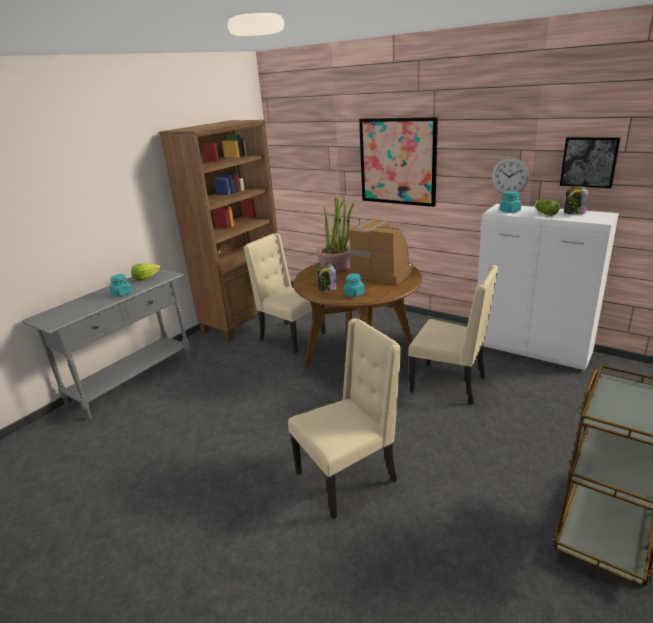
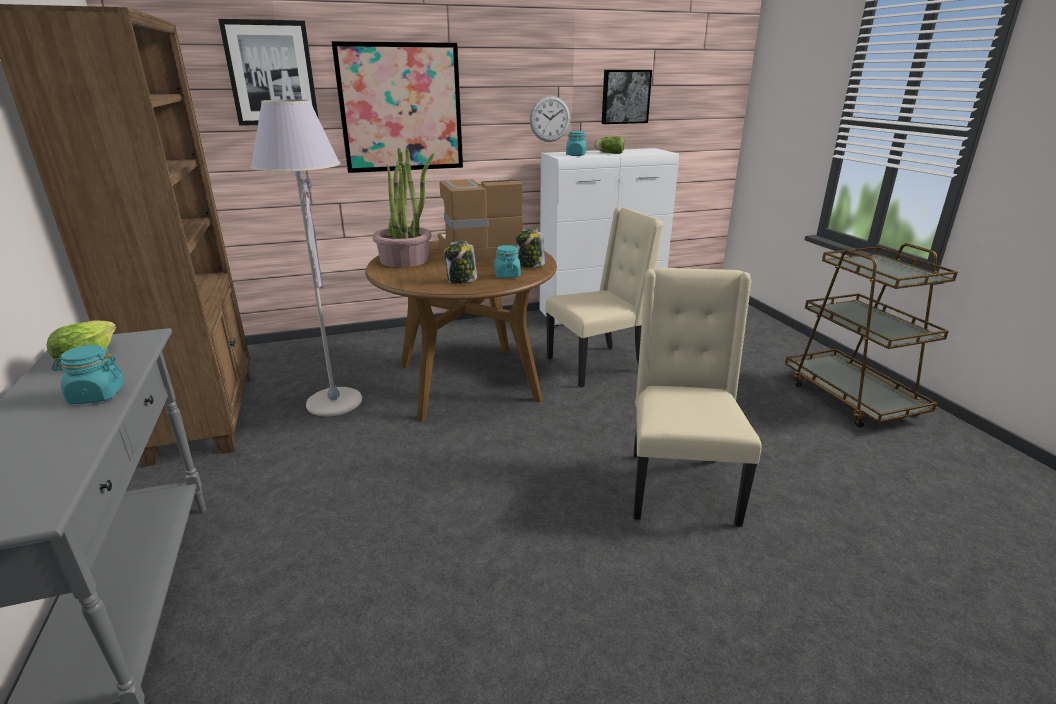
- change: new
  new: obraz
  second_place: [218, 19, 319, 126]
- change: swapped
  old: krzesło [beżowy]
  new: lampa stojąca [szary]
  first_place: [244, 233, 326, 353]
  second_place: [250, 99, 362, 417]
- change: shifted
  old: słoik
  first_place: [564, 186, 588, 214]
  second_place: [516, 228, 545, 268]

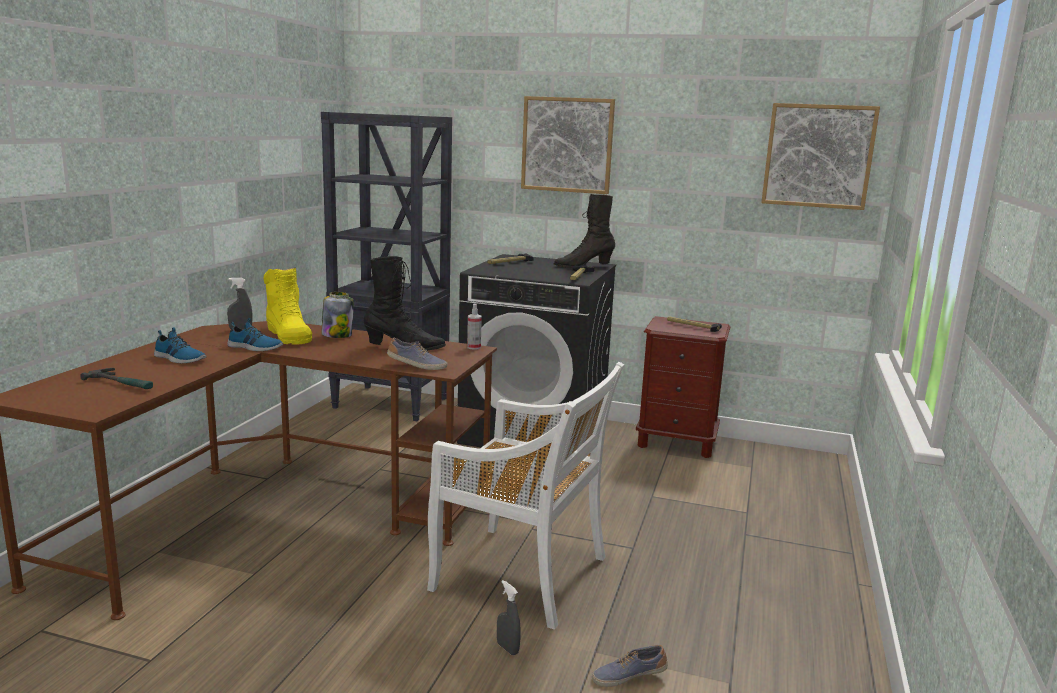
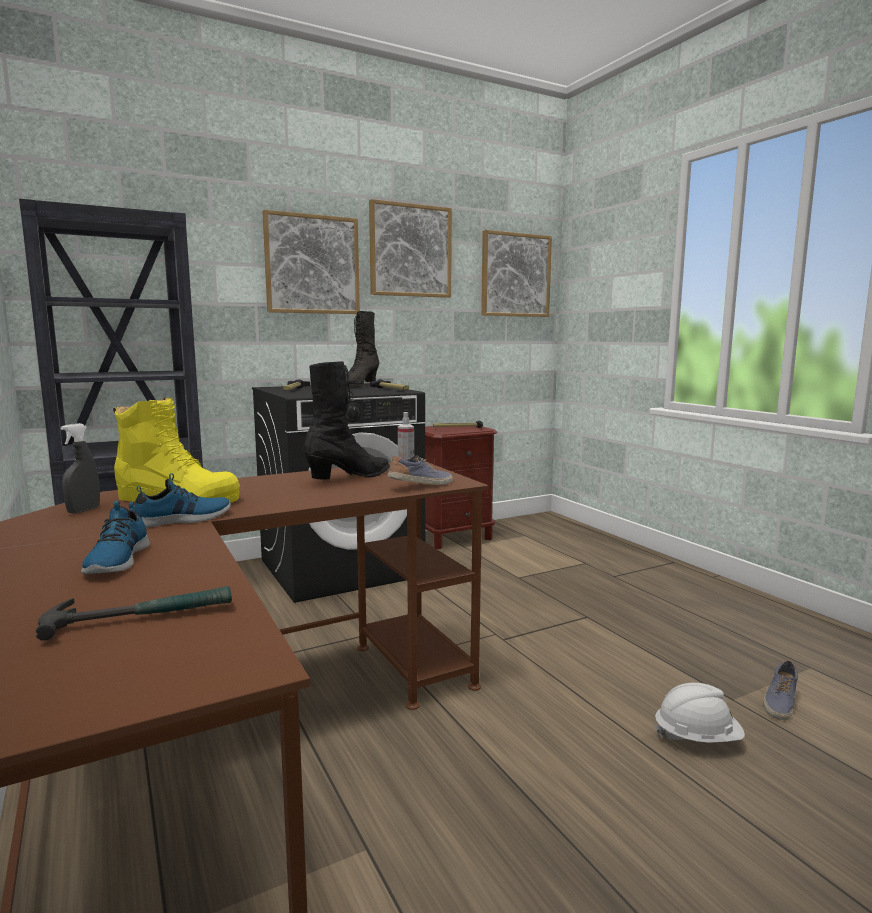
- change: rotated
  old: but
  first_place: [154, 327, 206, 363]
  second_place: [81, 501, 150, 574]
  degrees: 105
- change: new
  new: obraz
  second_place: [369, 199, 452, 298]
- change: swapped
  old: spryskiwacz [szary]
  new: kask [biały]
  first_place: [497, 580, 521, 655]
  second_place: [654, 683, 745, 743]
- change: gone
  old: słoik
  first_place: [321, 292, 354, 338]
- change: gone
  old: krzesło [biały]
  first_place: [427, 362, 624, 630]

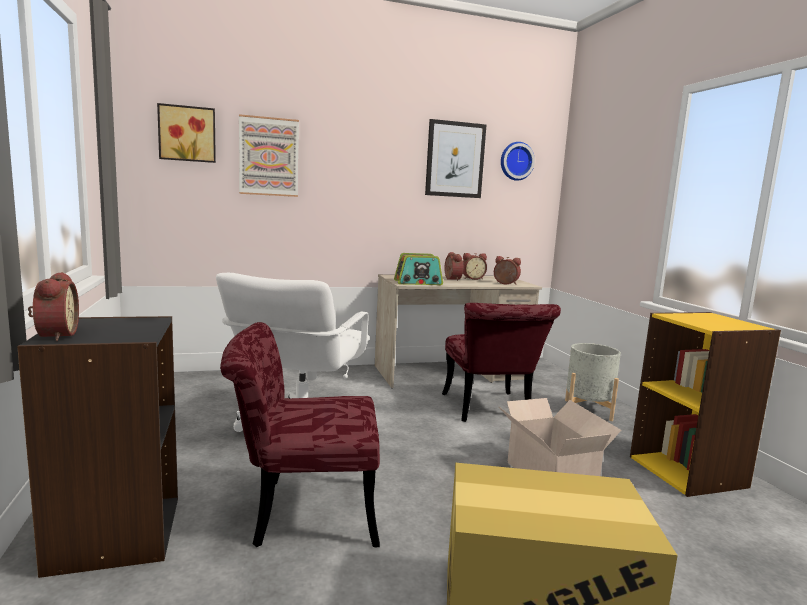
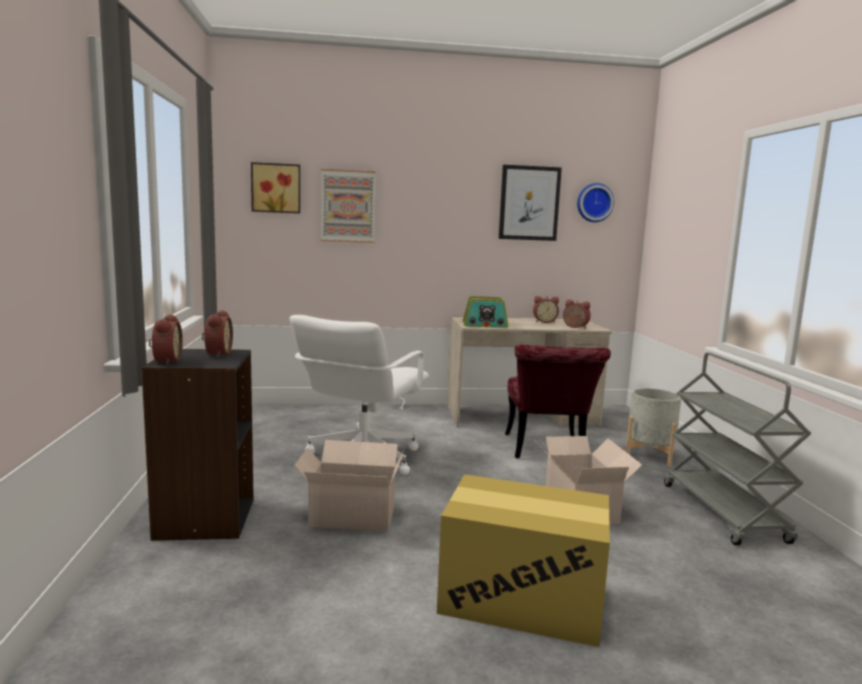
- change: shifted
  old: budzik
  first_place: [445, 252, 463, 281]
  second_place: [202, 310, 233, 357]
- change: swapped
  old: krzesło [czerwony]
  new: karton
  first_place: [220, 322, 380, 547]
  second_place: [294, 440, 404, 532]
- change: swapped
  old: regał [żółty]
  new: wózek [szary]
  first_place: [630, 312, 781, 497]
  second_place: [664, 352, 812, 545]

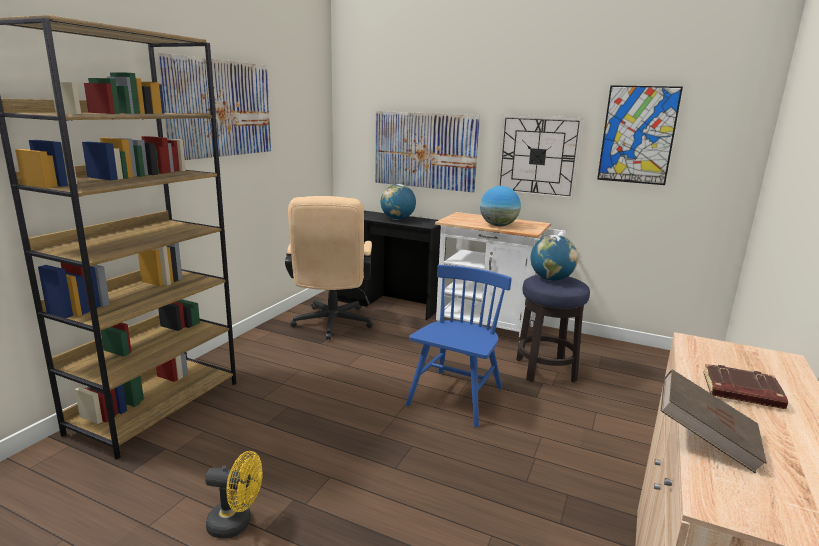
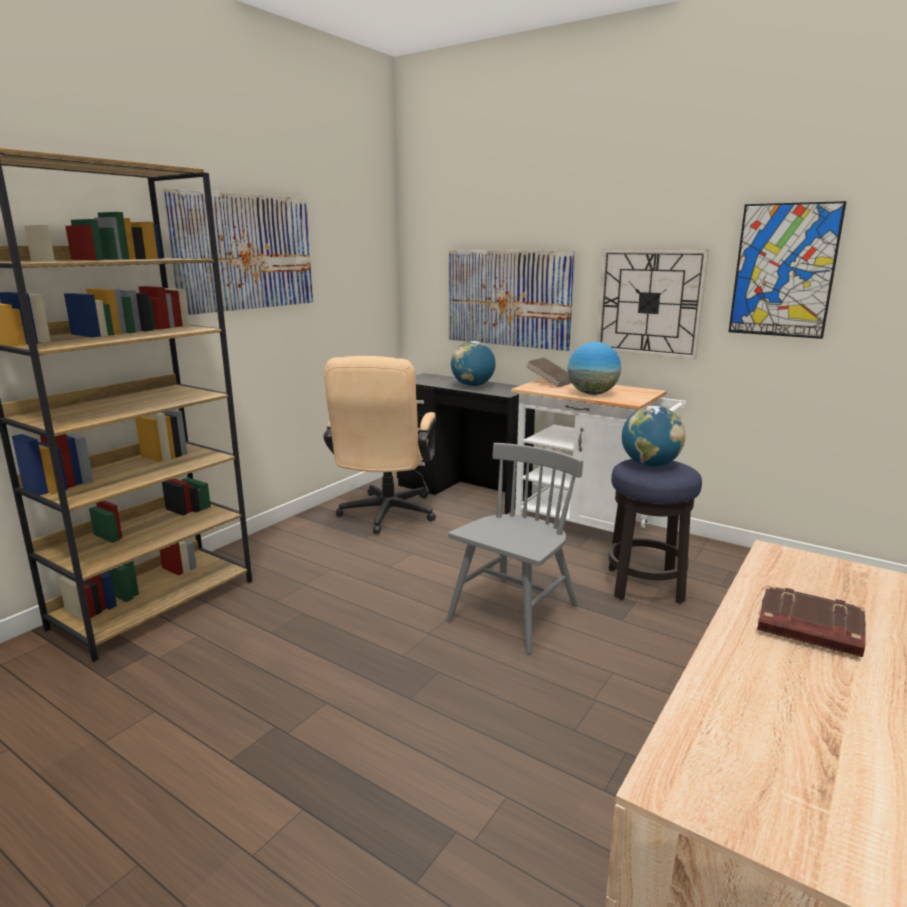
- change: repainted
  old: krzesło [niebieski]
  new: krzesło [szary]
  first_place: [406, 265, 512, 427]
  second_place: [446, 443, 583, 654]
- change: shifted
  old: książka [brązowy]
  first_place: [661, 369, 767, 474]
  second_place: [526, 357, 571, 387]
- change: gone
  old: wentylator [żółty]
  first_place: [205, 451, 263, 538]

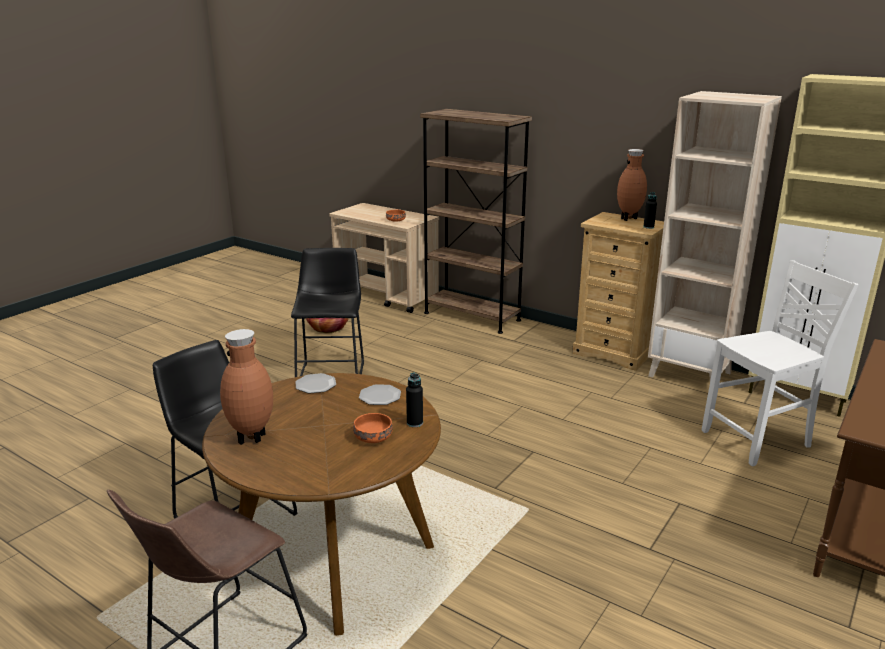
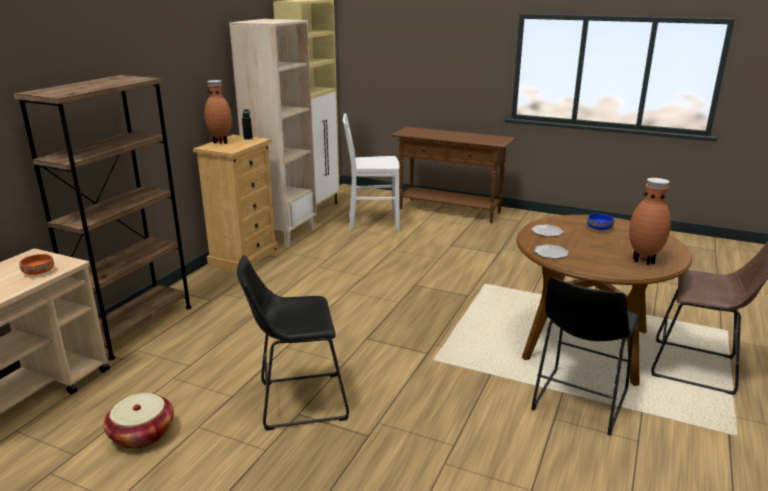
- change: rotated
  old: krzesło [biały]
  first_place: [702, 260, 859, 467]
  second_place: [343, 113, 400, 231]
  degrees: -60
- change: repainted
  old: miska [pomarańczowy]
  new: miska [niebieski]
  first_place: [353, 413, 393, 443]
  second_place: [587, 213, 614, 230]
- change: gone
  old: butelka [czarny]
  first_place: [406, 373, 423, 427]

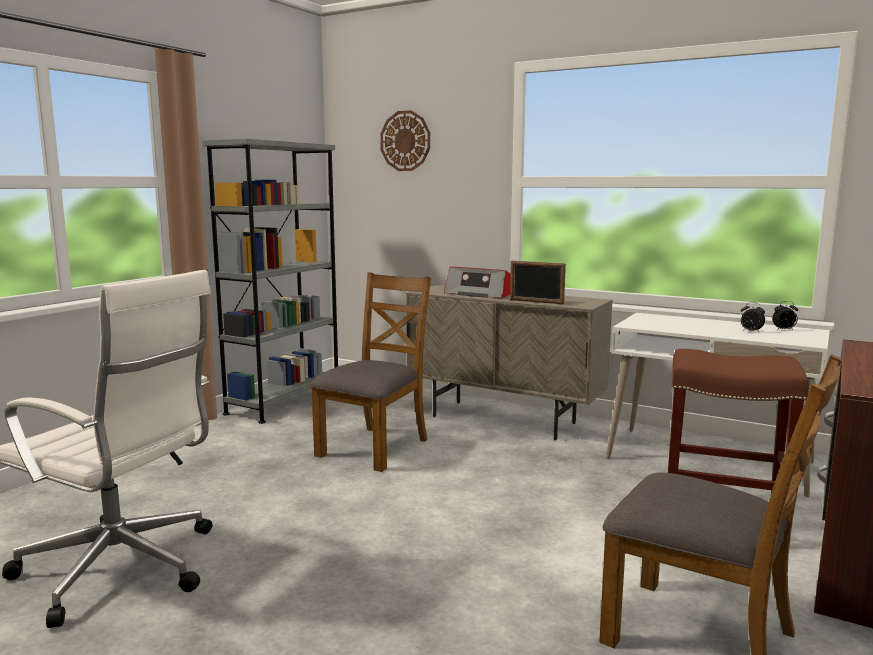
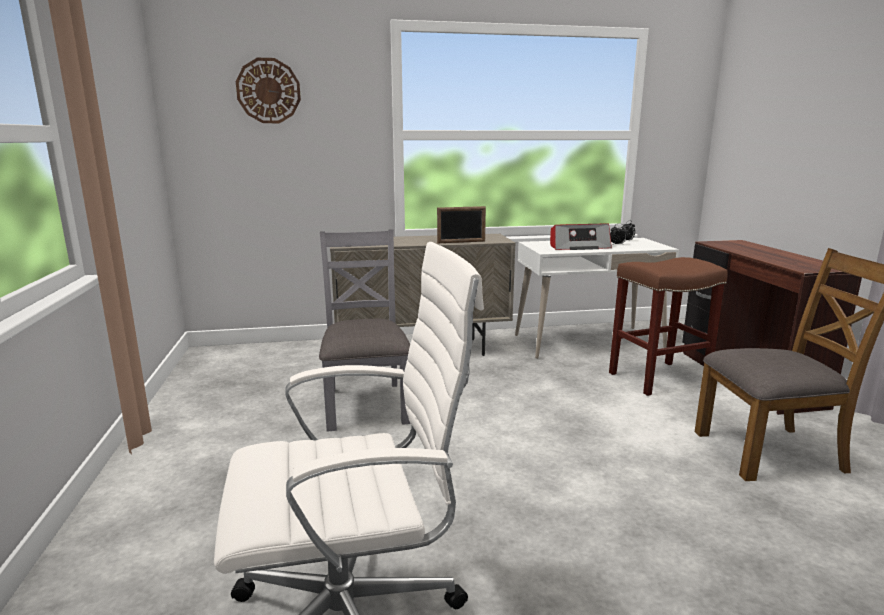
- change: repainted
  old: krzesło [brązowy]
  new: krzesło [szary]
  first_place: [310, 272, 431, 472]
  second_place: [319, 229, 411, 432]
- change: shifted
  old: radio
  first_place: [444, 266, 510, 298]
  second_place: [550, 224, 612, 250]
- change: gone
  old: regał [szary]
  first_place: [203, 139, 338, 424]

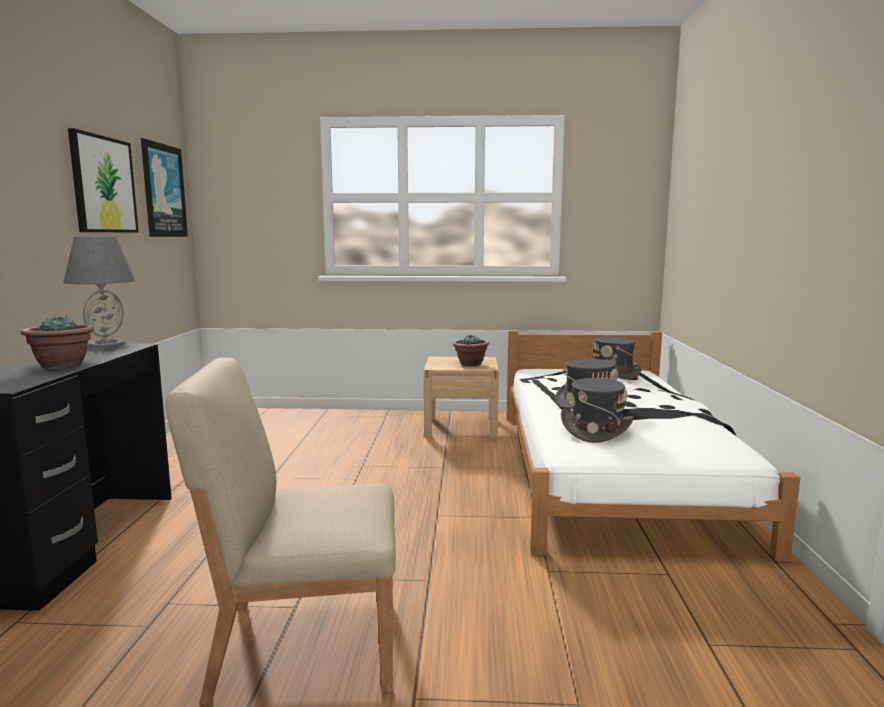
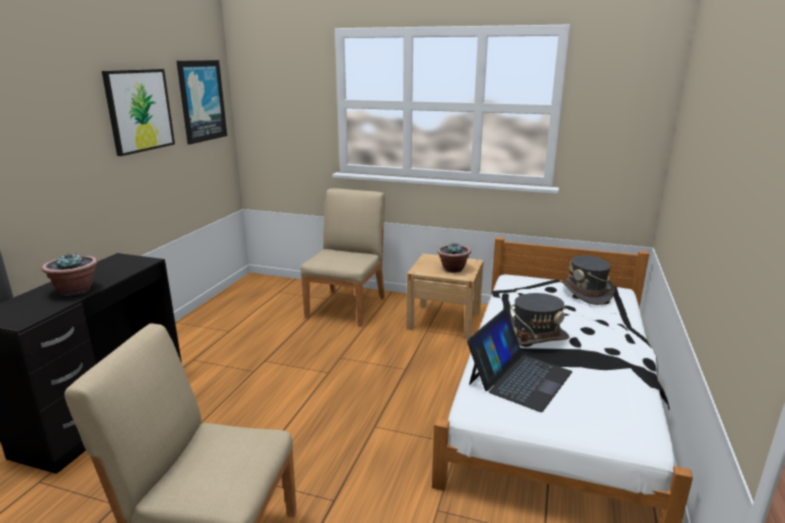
- change: new
  new: krzesło [beżowy]
  second_place: [300, 188, 385, 327]
- change: swapped
  old: kapelusz [szary]
  new: laptop
  first_place: [561, 378, 634, 443]
  second_place: [467, 309, 572, 412]
- change: gone
  old: lampa stołowa [szary]
  first_place: [63, 236, 136, 351]

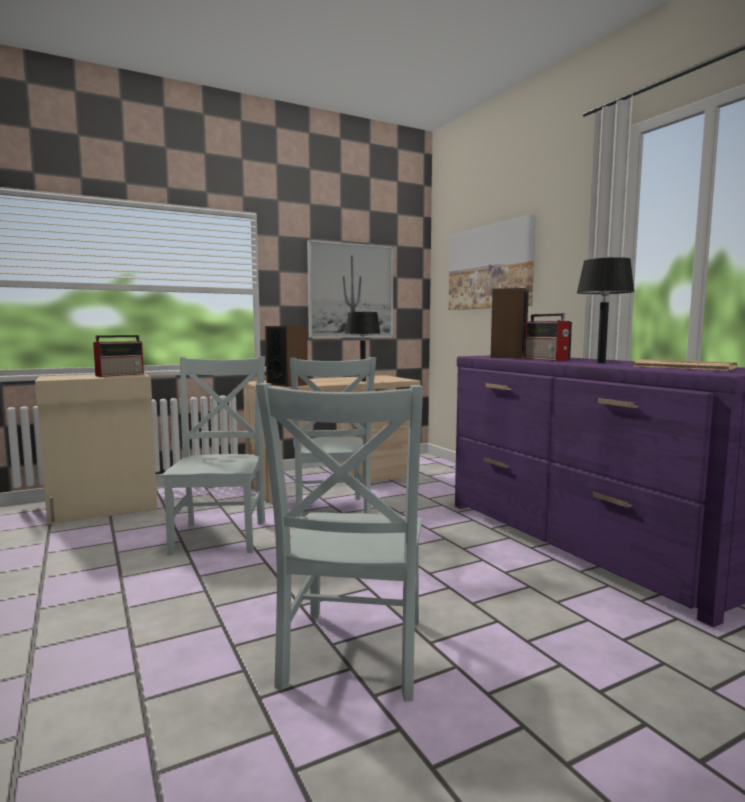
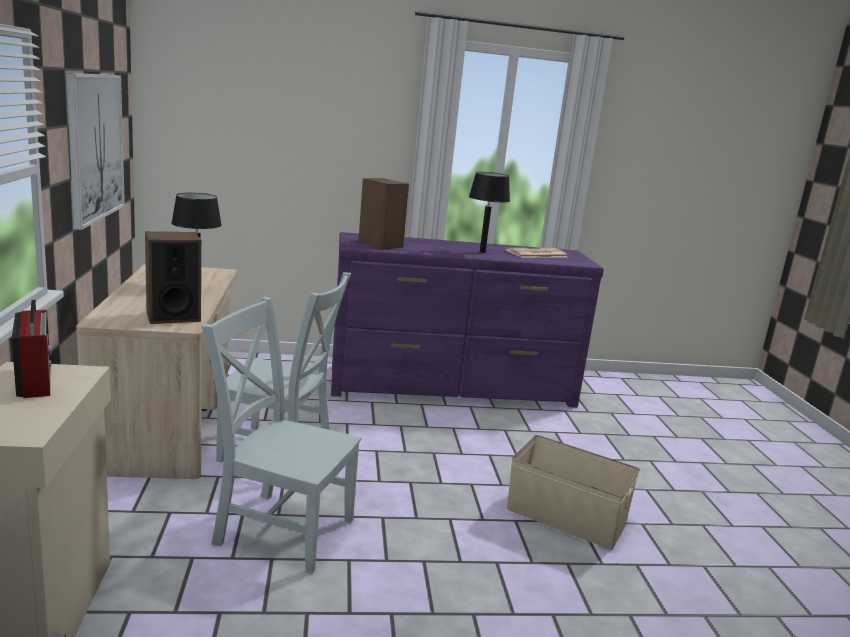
- change: swapped
  old: krzesło [szary]
  new: pojemnik do przechowywania [beżowy]
  first_place: [256, 383, 423, 702]
  second_place: [507, 435, 640, 550]
- change: gone
  old: obraz
  first_place: [449, 214, 536, 310]
- change: gone
  old: radio
  first_place: [524, 313, 572, 361]

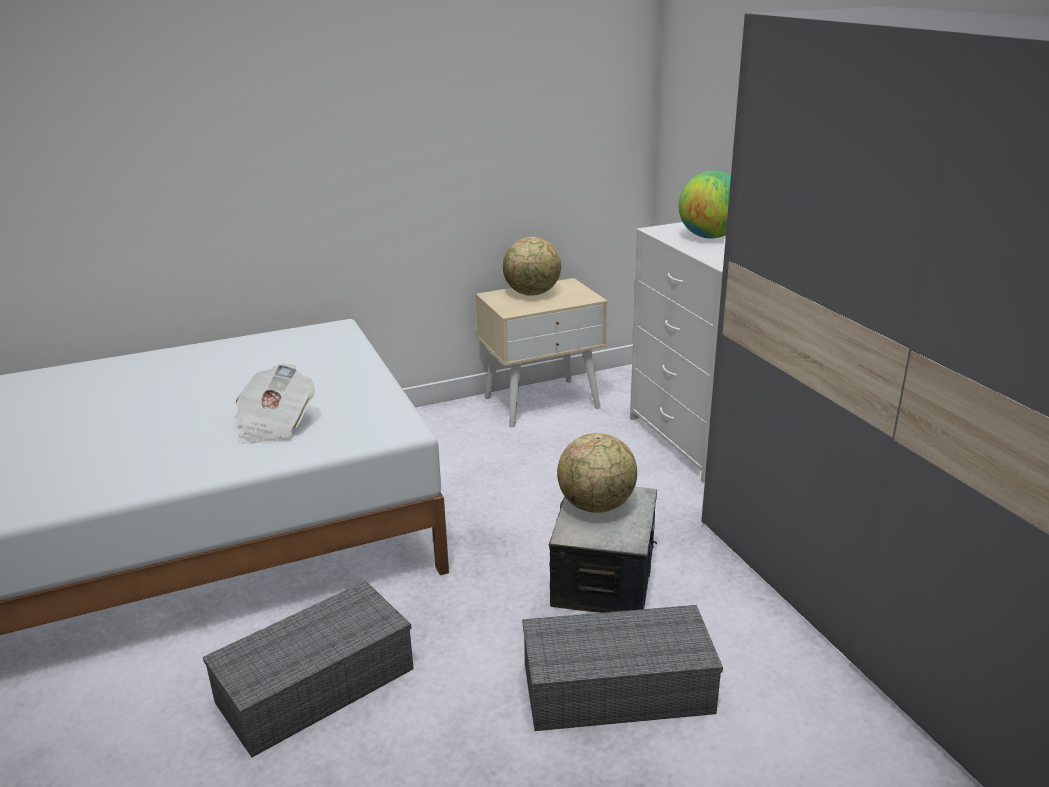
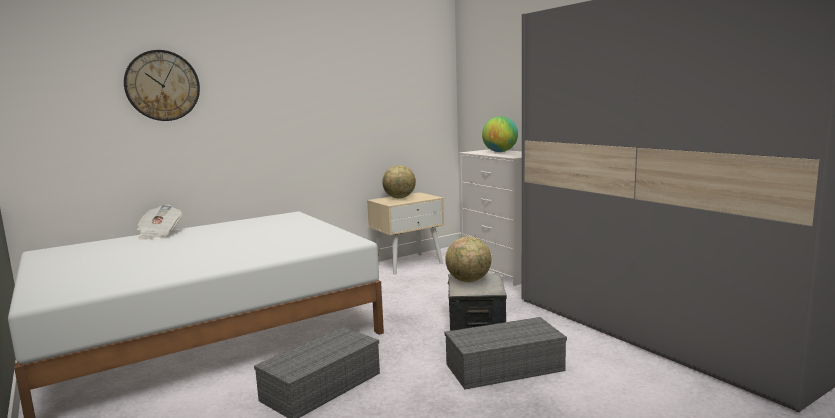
- change: new
  new: zegar ścienny
  second_place: [124, 50, 200, 121]
- change: shifted
  old: gazeta
  first_place: [235, 364, 315, 444]
  second_place: [137, 205, 182, 240]

